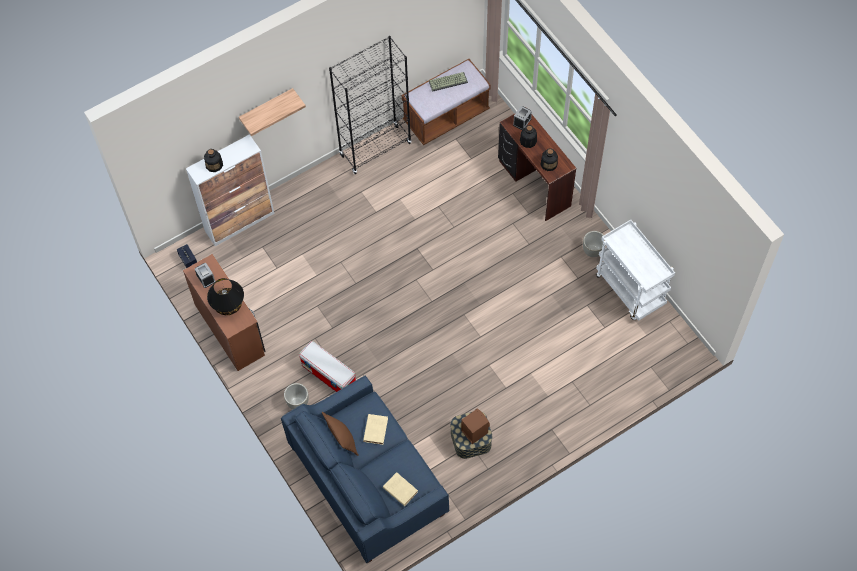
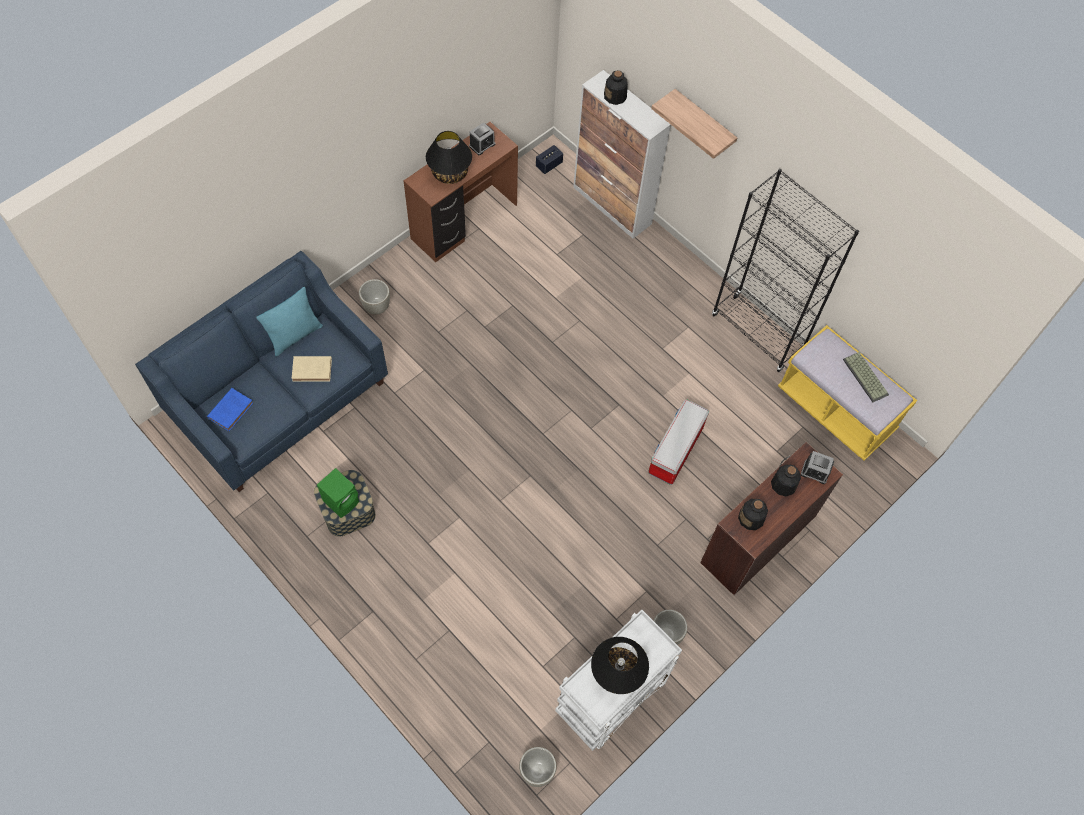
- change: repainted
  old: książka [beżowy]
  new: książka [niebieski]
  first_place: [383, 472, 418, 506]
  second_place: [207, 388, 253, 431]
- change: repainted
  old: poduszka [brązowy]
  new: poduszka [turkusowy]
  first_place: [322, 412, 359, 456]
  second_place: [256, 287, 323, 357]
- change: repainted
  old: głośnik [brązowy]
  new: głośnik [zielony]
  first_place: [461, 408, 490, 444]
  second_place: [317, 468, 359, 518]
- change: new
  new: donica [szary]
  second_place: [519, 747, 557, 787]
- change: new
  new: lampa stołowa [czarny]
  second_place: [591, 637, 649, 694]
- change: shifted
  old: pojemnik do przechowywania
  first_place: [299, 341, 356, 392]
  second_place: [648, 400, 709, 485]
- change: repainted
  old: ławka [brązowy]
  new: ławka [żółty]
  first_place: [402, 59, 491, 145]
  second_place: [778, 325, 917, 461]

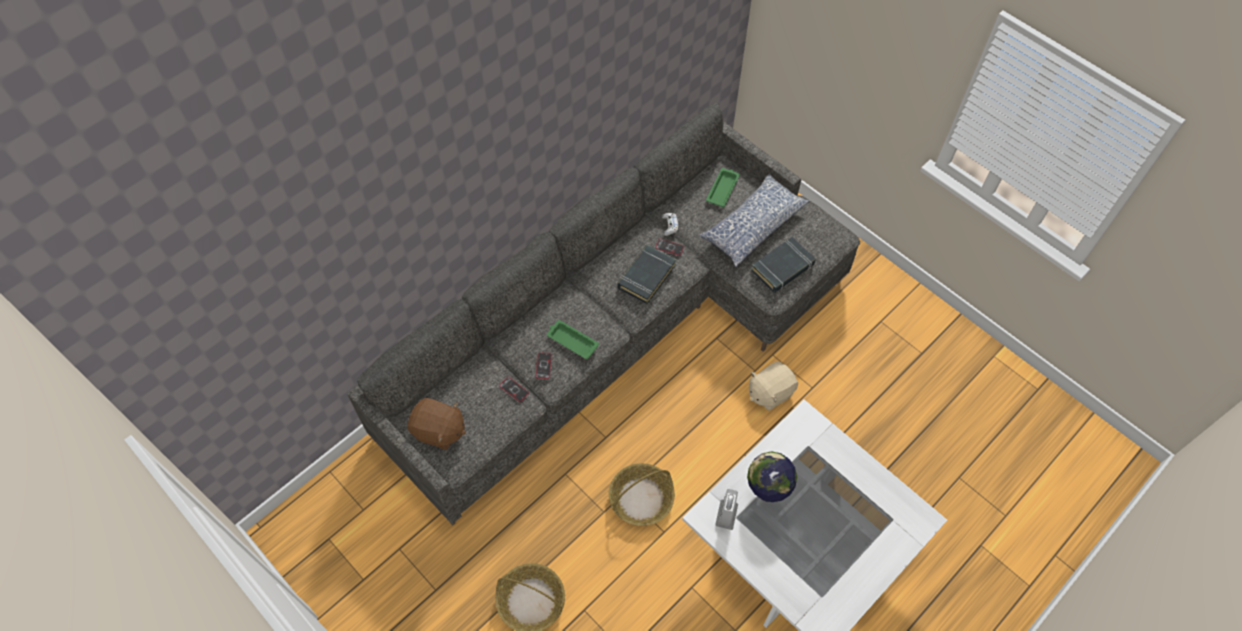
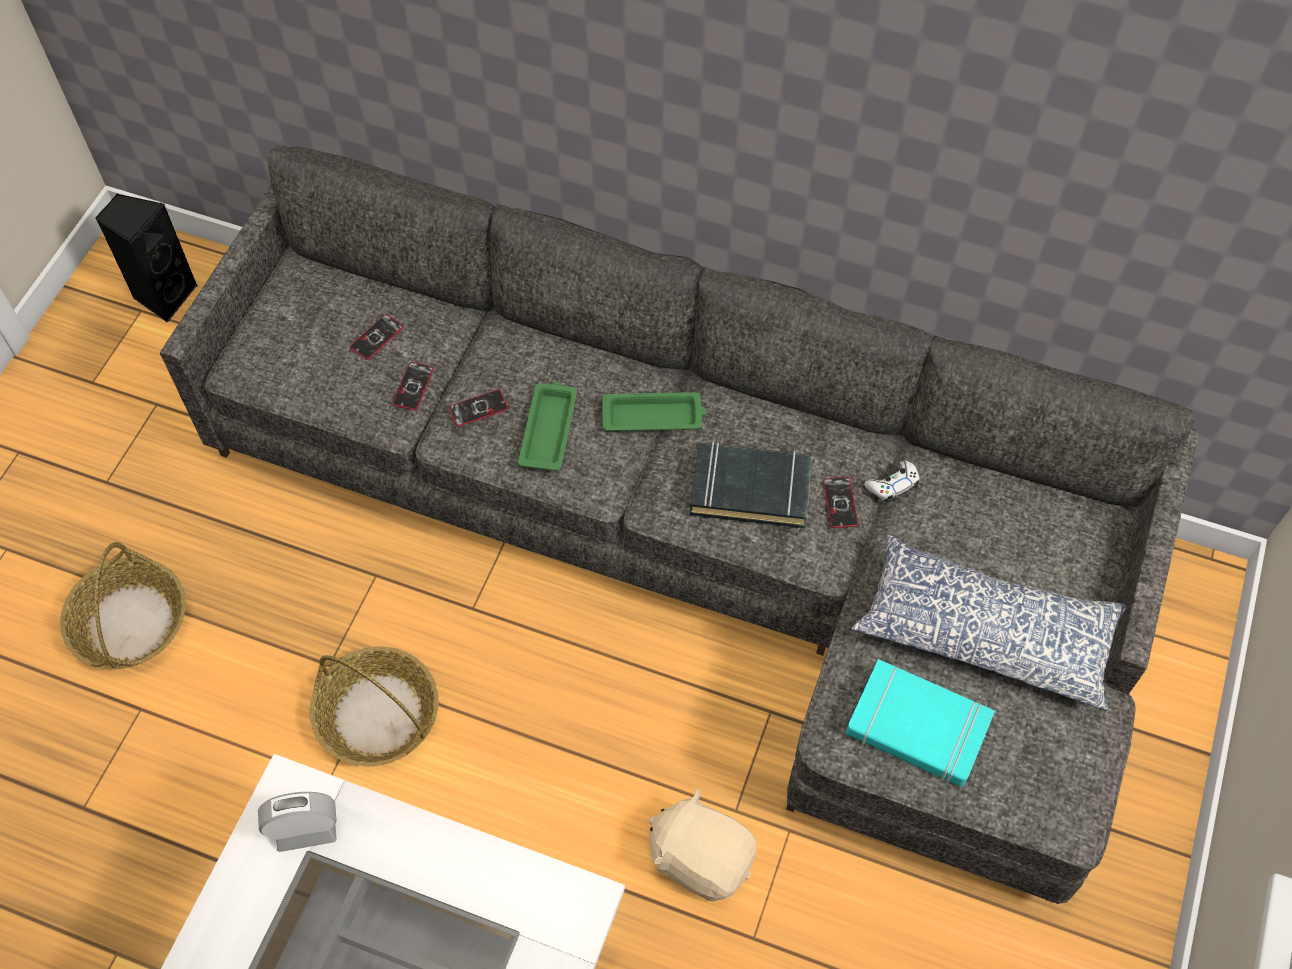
- change: new
  new: głośnik [czarny]
  second_place: [95, 193, 198, 323]
- change: new
  new: telefon
  second_place: [350, 314, 404, 360]
- change: shifted
  old: taca [zielony]
  first_place: [706, 168, 740, 207]
  second_place: [602, 392, 706, 431]
- change: repainted
  old: książka [czarny]
  new: książka [turkusowy]
  first_place: [751, 237, 816, 293]
  second_place: [846, 659, 995, 787]
- change: gone
  old: pluszak [brązowy]
  first_place: [408, 398, 466, 450]
- change: gone
  old: globus
  first_place: [747, 451, 797, 502]

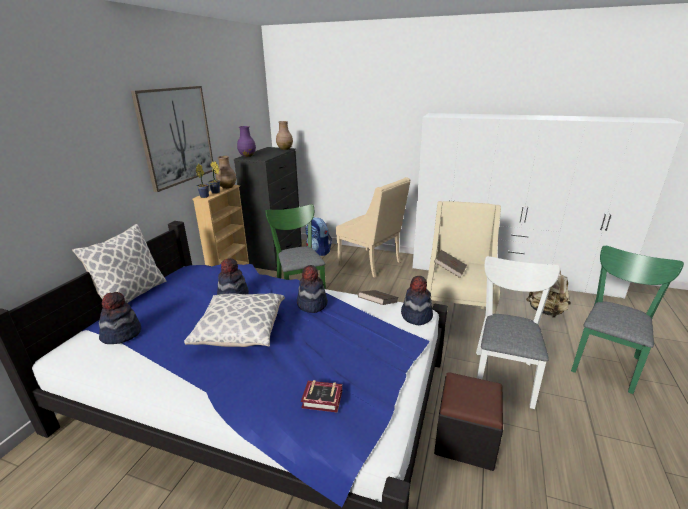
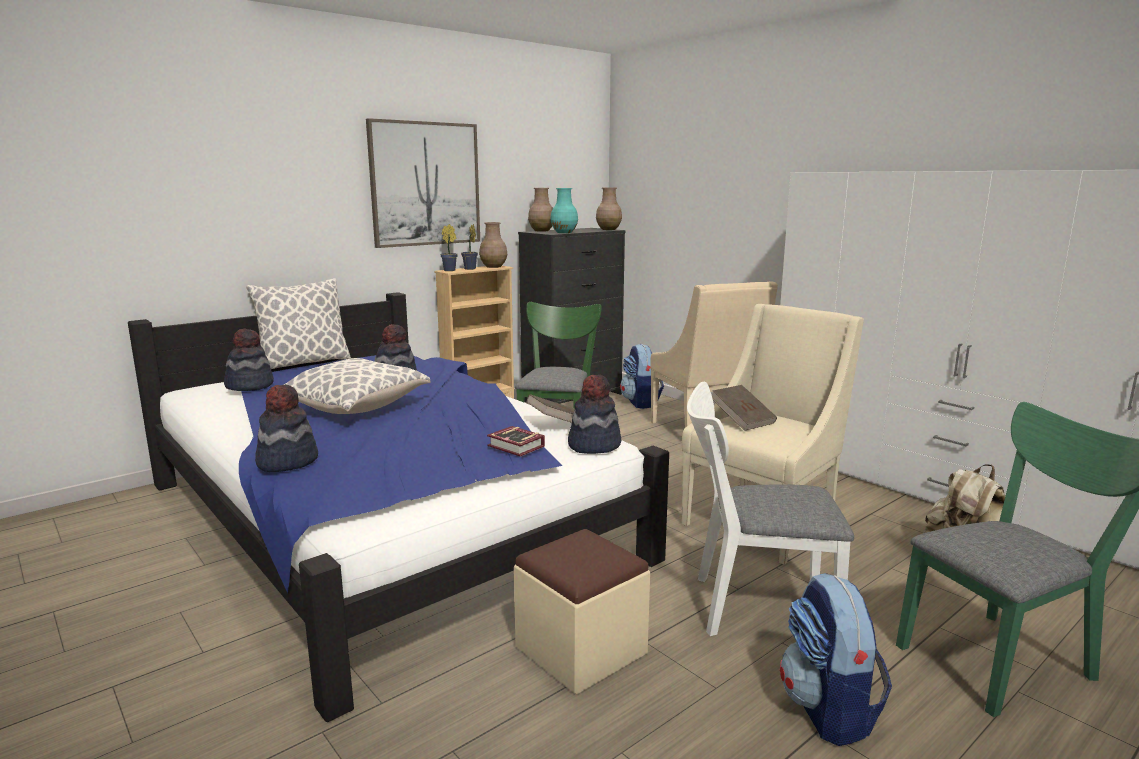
- change: shifted
  old: kapelusz
  first_place: [297, 265, 328, 313]
  second_place: [255, 384, 318, 472]
- change: shifted
  old: książka
  first_place: [301, 380, 342, 413]
  second_place: [487, 426, 545, 457]
- change: repainted
  old: pufa [czarny]
  new: pufa [beżowy]
  first_place: [434, 372, 503, 471]
  second_place: [514, 529, 650, 694]
- change: repainted
  old: wazon [fioletowy]
  new: wazon [brązowy]
  first_place: [237, 126, 256, 157]
  second_place: [528, 188, 553, 232]
- change: new
  new: wazon [turkusowy]
  second_place: [550, 188, 578, 233]
- change: rotated
  old: krzesło [biały]
  first_place: [476, 256, 560, 409]
  second_place: [687, 382, 854, 636]
  degrees: -135
- change: new
  new: plecak
  second_place: [780, 573, 892, 746]

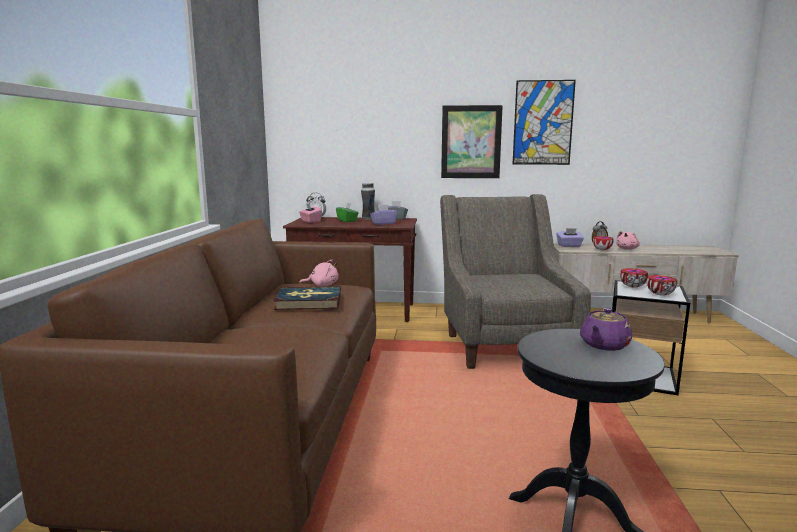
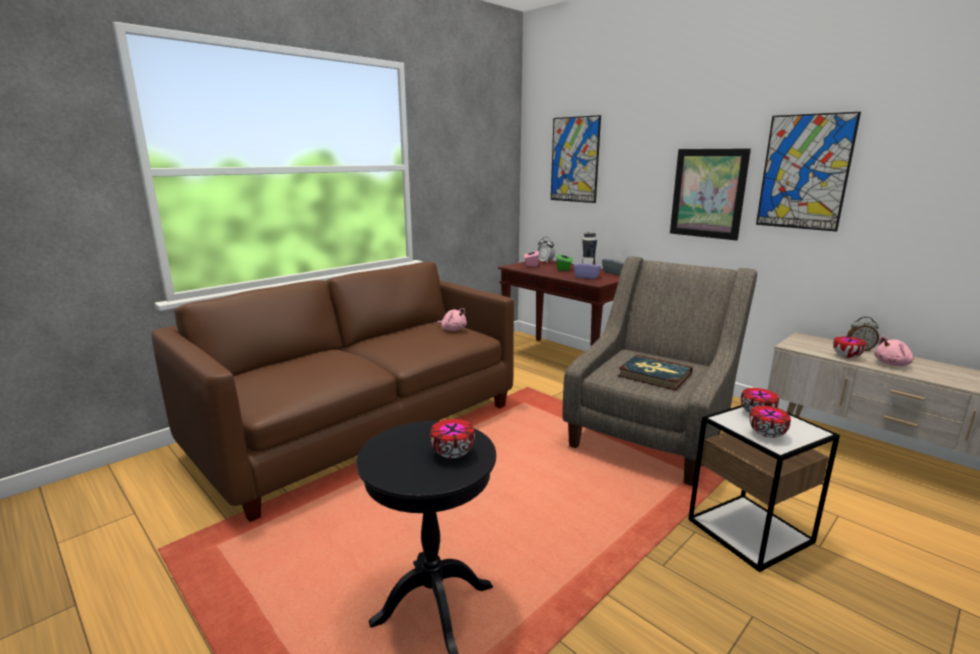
- change: swapped
  old: imbryk [fioletowy]
  new: miska
  first_place: [580, 308, 632, 351]
  second_place: [430, 419, 475, 458]
- change: new
  new: obraz
  second_place: [551, 115, 601, 203]
- change: shifted
  old: książka
  first_place: [274, 286, 341, 310]
  second_place: [618, 355, 693, 390]
- change: gone
  old: pudełko chusteczek [fioletowy]
  first_place: [556, 228, 584, 247]

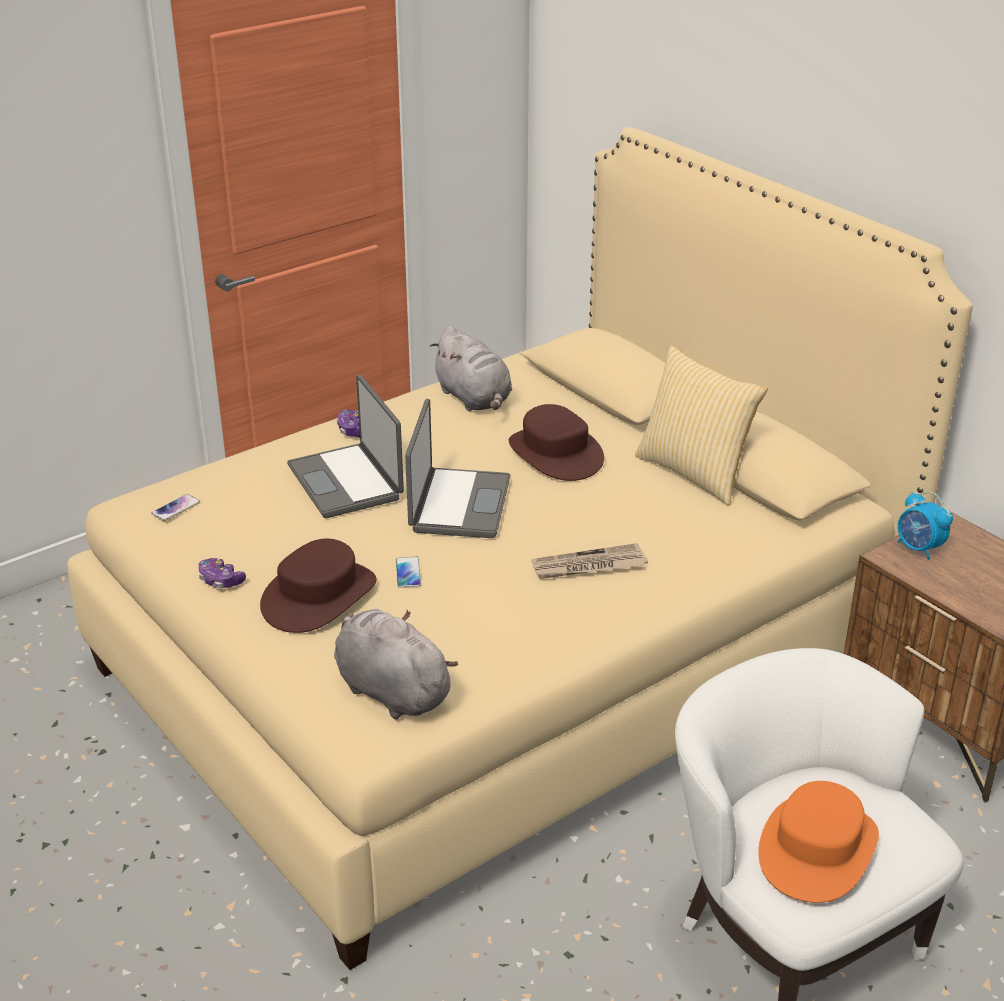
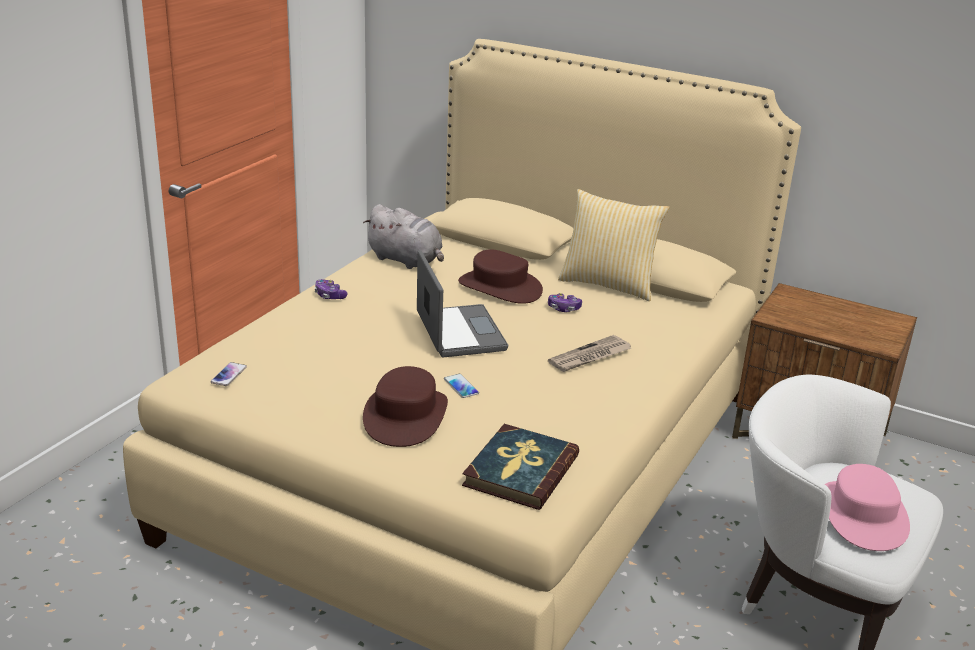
- change: swapped
  old: pluszak [szary]
  new: książka
  first_place: [334, 609, 458, 719]
  second_place: [462, 424, 579, 510]
- change: shifted
  old: pad do gier
  first_place: [198, 558, 246, 588]
  second_place: [548, 293, 582, 312]
- change: repainted
  old: kapelusz [pomarańczowy]
  new: kapelusz [różowy]
  first_place: [758, 781, 879, 903]
  second_place: [825, 464, 910, 551]
- change: gone
  old: laptop
  first_place: [287, 375, 404, 518]
- change: gone
  old: budzik
  first_place: [897, 492, 953, 560]

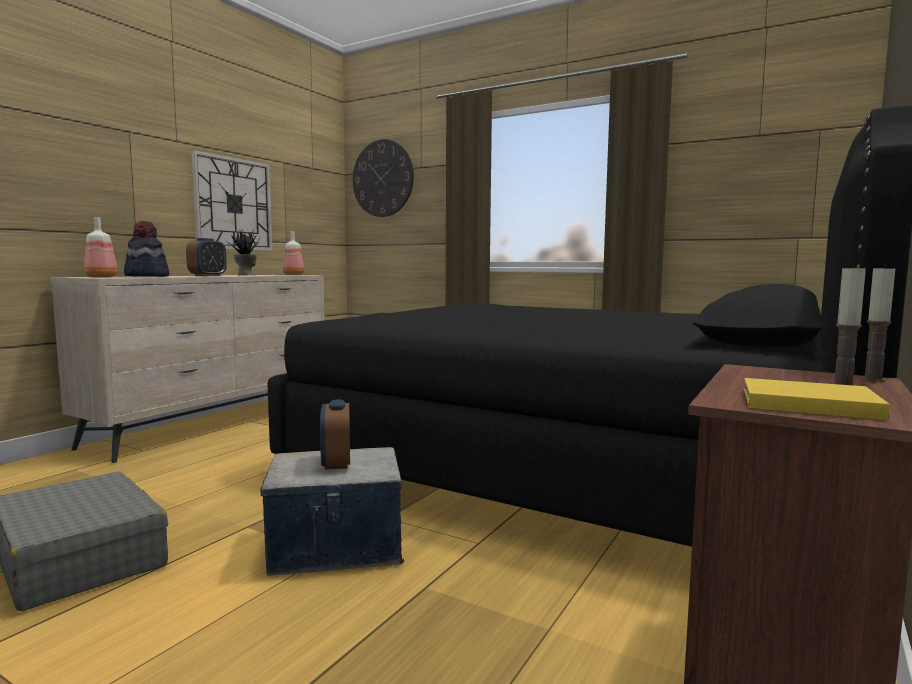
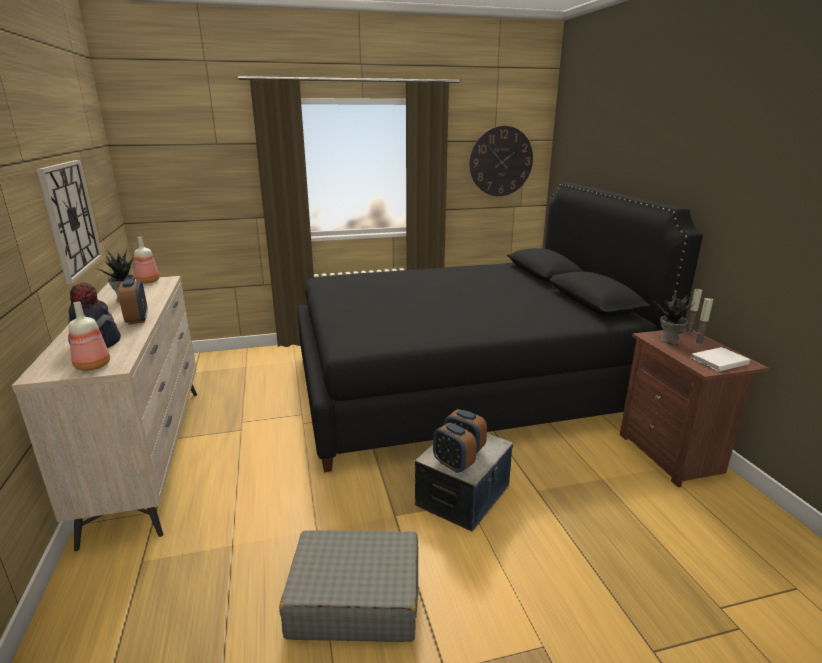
- change: new
  new: budzik
  second_place: [433, 423, 477, 473]
- change: shifted
  old: zegar ścienny
  first_place: [352, 139, 414, 217]
  second_place: [470, 126, 533, 196]
- change: new
  new: roślina doniczkowa
  second_place: [656, 289, 694, 344]
- change: repainted
  old: książka [żółty]
  new: książka [biały]
  first_place: [743, 378, 890, 420]
  second_place: [691, 347, 750, 372]

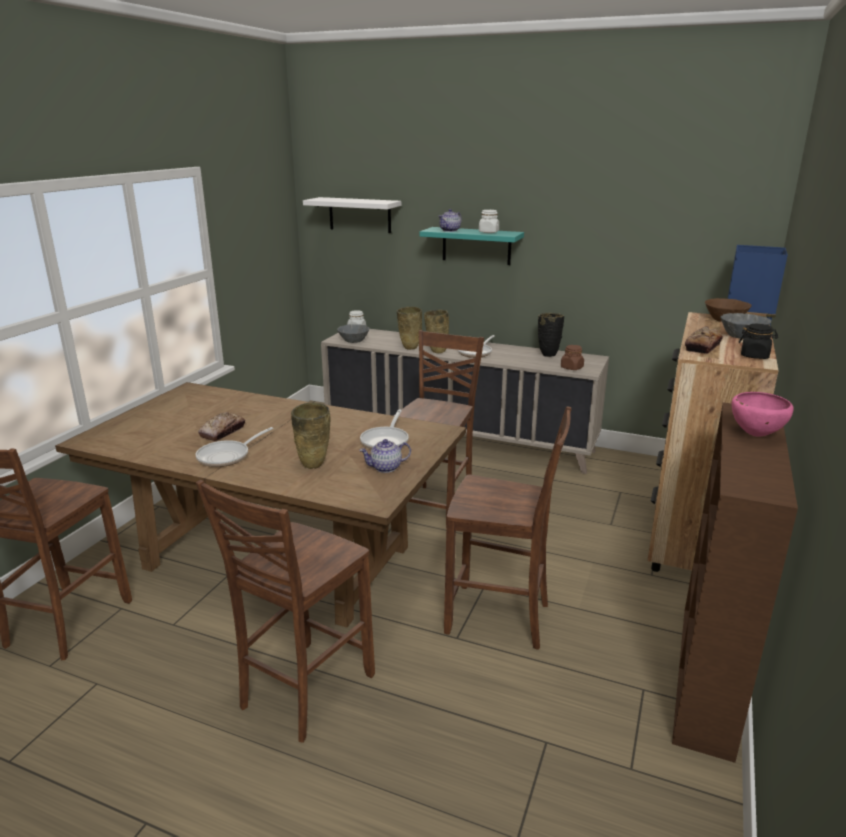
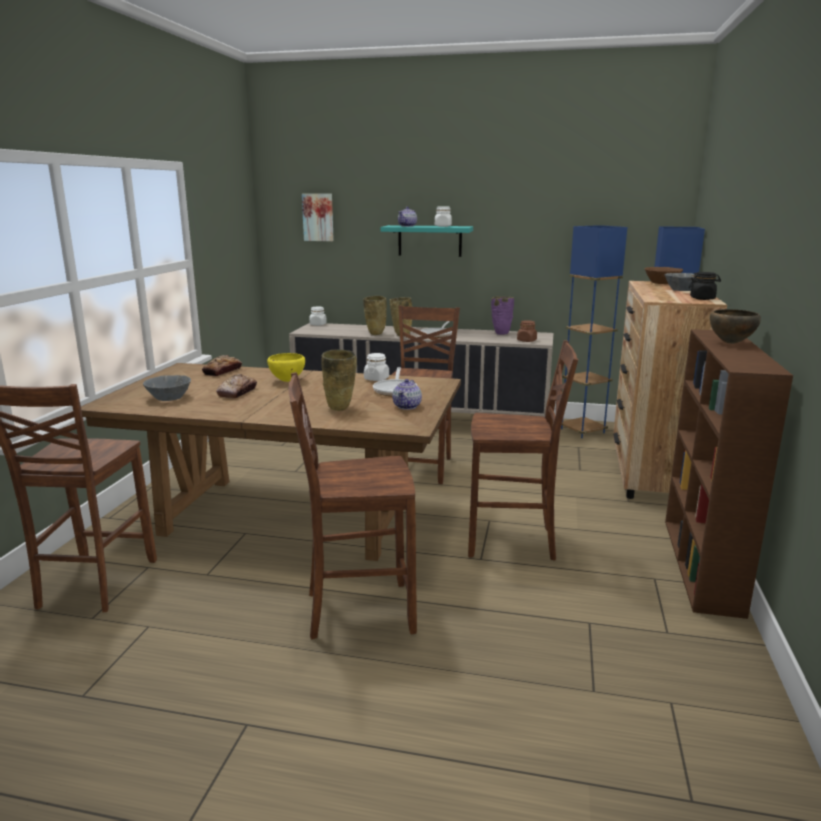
- change: shifted
  old: miska [szary]
  first_place: [337, 324, 370, 343]
  second_place: [143, 375, 191, 401]
- change: shifted
  old: chleb
  first_place: [685, 326, 723, 354]
  second_place: [202, 355, 242, 376]
- change: new
  new: miska [żółty]
  second_place: [267, 353, 305, 382]
- change: rotated
  old: krzesło [brązowy]
  first_place: [196, 480, 375, 743]
  second_place: [288, 372, 417, 639]
  degrees: 60
- change: swapped
  old: półka [biały]
  new: obraz
  first_place: [303, 197, 401, 233]
  second_place: [302, 194, 334, 241]
- change: new
  new: słoik [biały]
  second_place: [364, 353, 389, 381]
- change: rotated
  old: imbryk
  first_place: [359, 439, 411, 473]
  second_place: [392, 379, 422, 410]
  degrees: -45
- change: repainted
  old: wazon [czarny]
  new: wazon [fioletowy]
  first_place: [538, 313, 564, 357]
  second_place: [491, 296, 514, 335]
- change: new
  new: lampa stojąca [niebieski]
  second_place: [561, 225, 627, 438]
- change: repainted
  old: miska [różowy]
  new: miska [brązowy]
  first_place: [732, 392, 794, 437]
  second_place: [710, 309, 761, 344]
- change: gone
  old: patelnia
  first_place: [195, 427, 273, 467]

